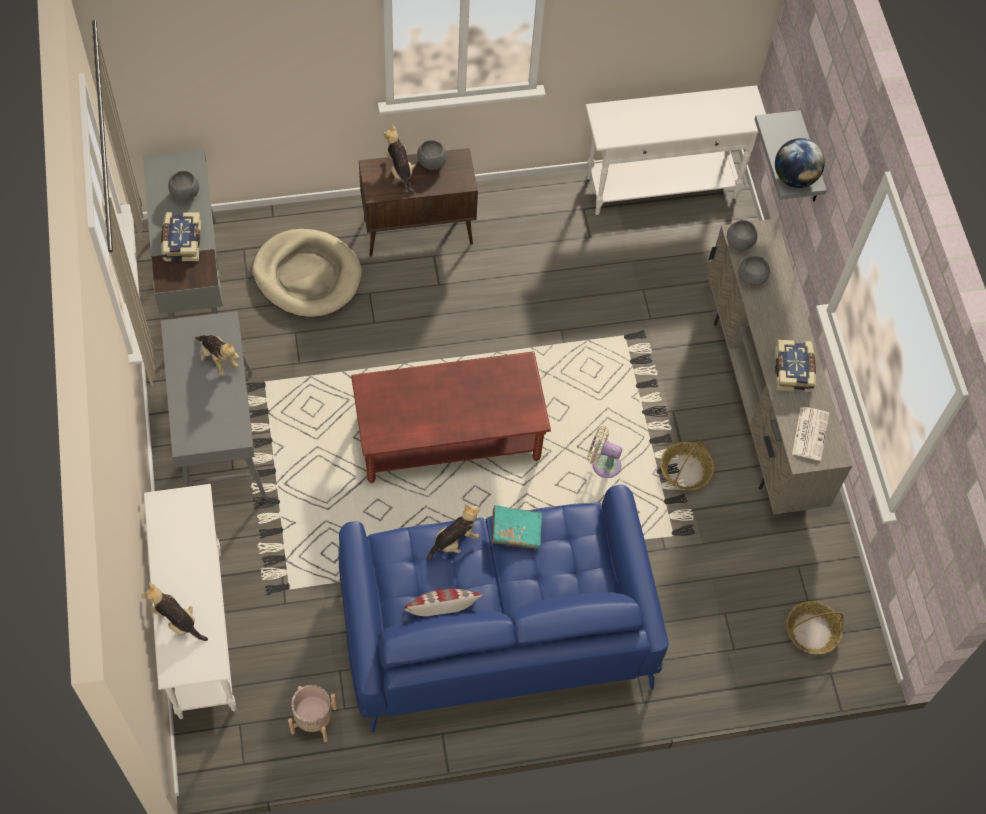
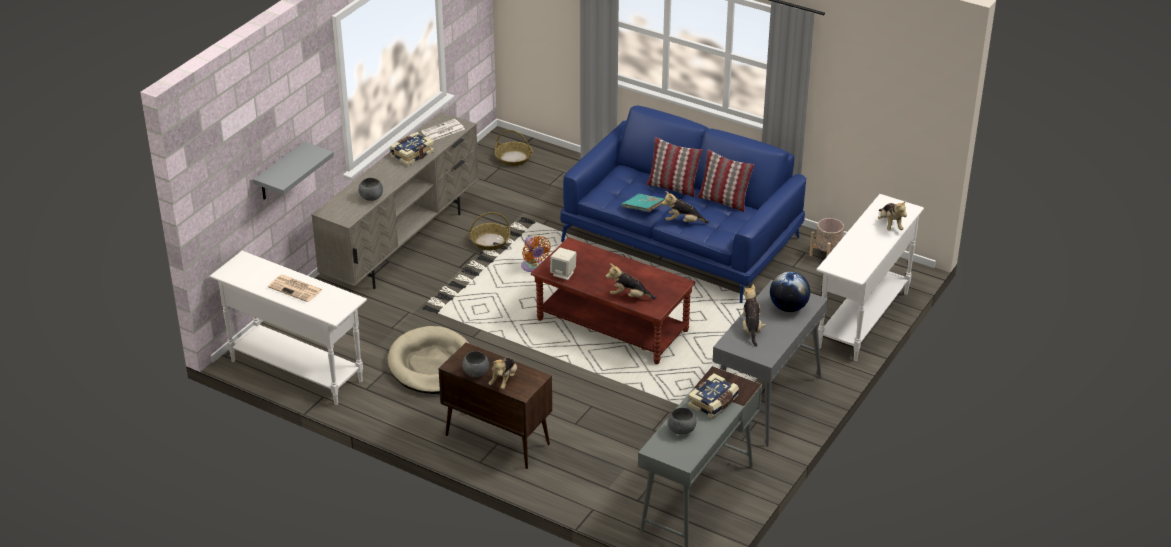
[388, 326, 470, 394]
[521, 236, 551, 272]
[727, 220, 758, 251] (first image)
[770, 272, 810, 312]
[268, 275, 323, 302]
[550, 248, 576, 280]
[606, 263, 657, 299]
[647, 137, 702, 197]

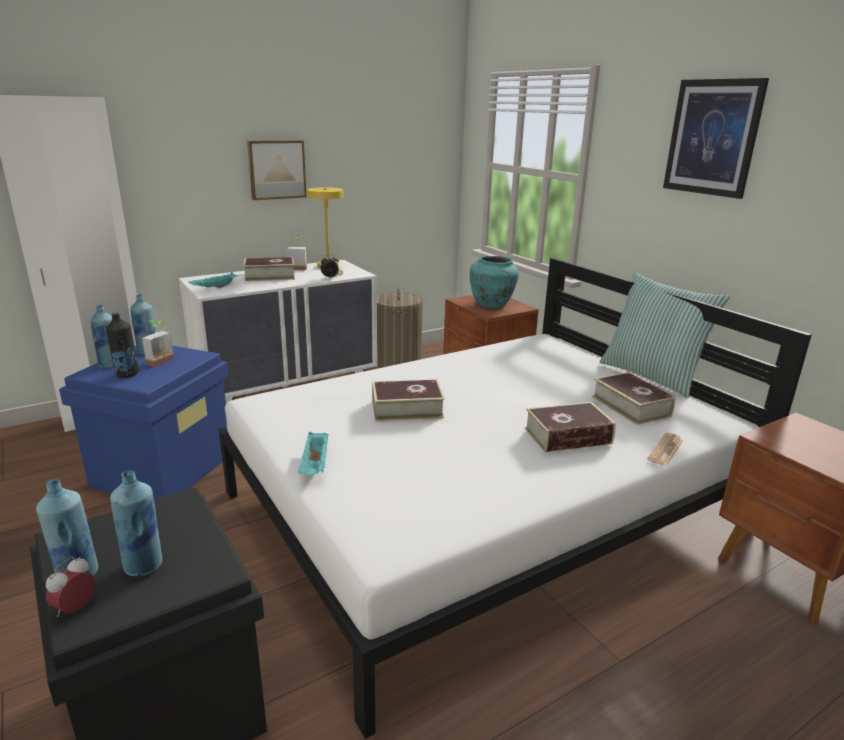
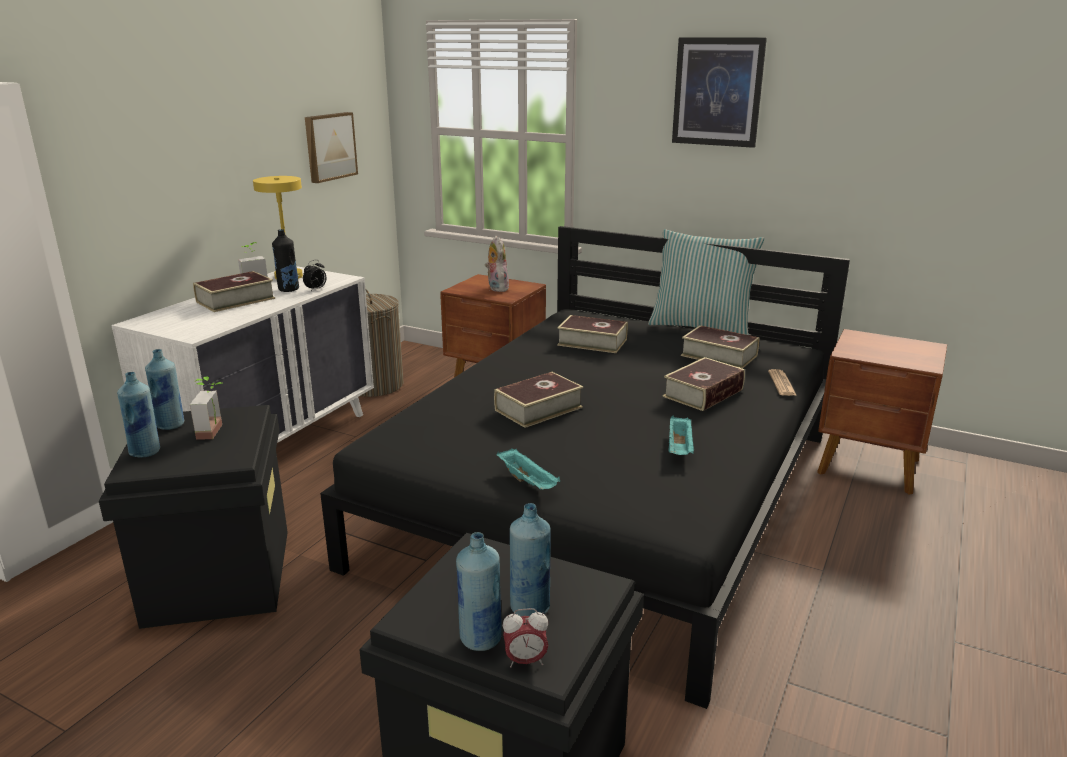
[503, 608, 548, 668]
[99, 405, 288, 629]
[272, 229, 299, 292]
[669, 416, 695, 455]
[320, 226, 850, 709]
[305, 112, 358, 183]
[485, 236, 509, 292]
[557, 315, 628, 353]

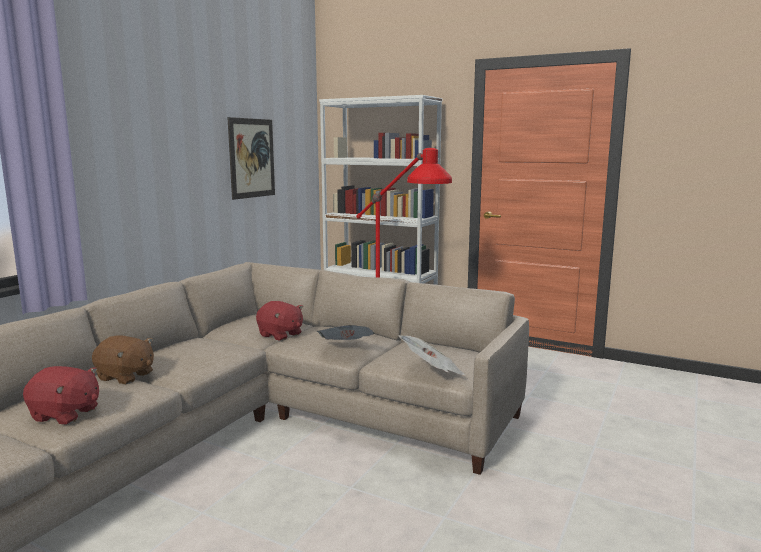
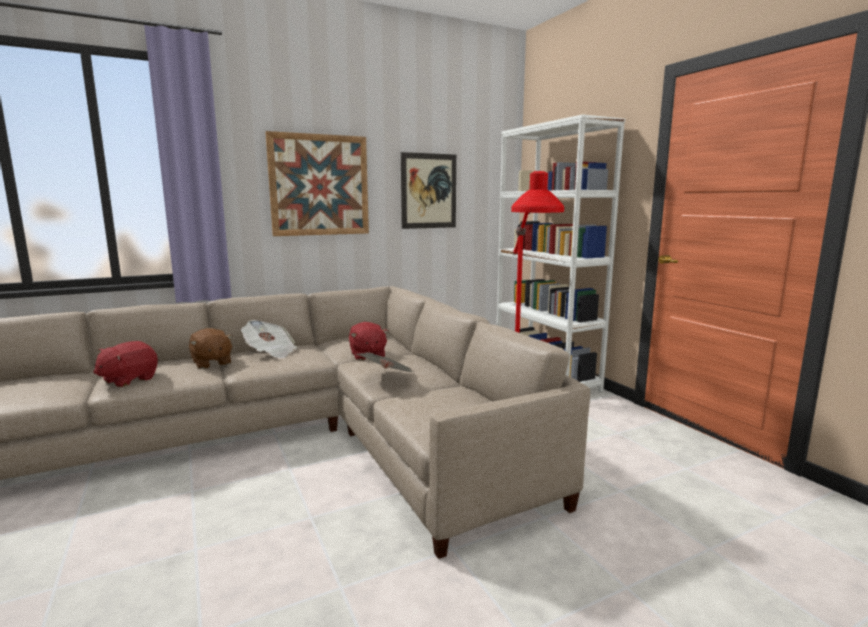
[93, 341, 158, 388]
[241, 320, 298, 359]
[265, 131, 369, 236]

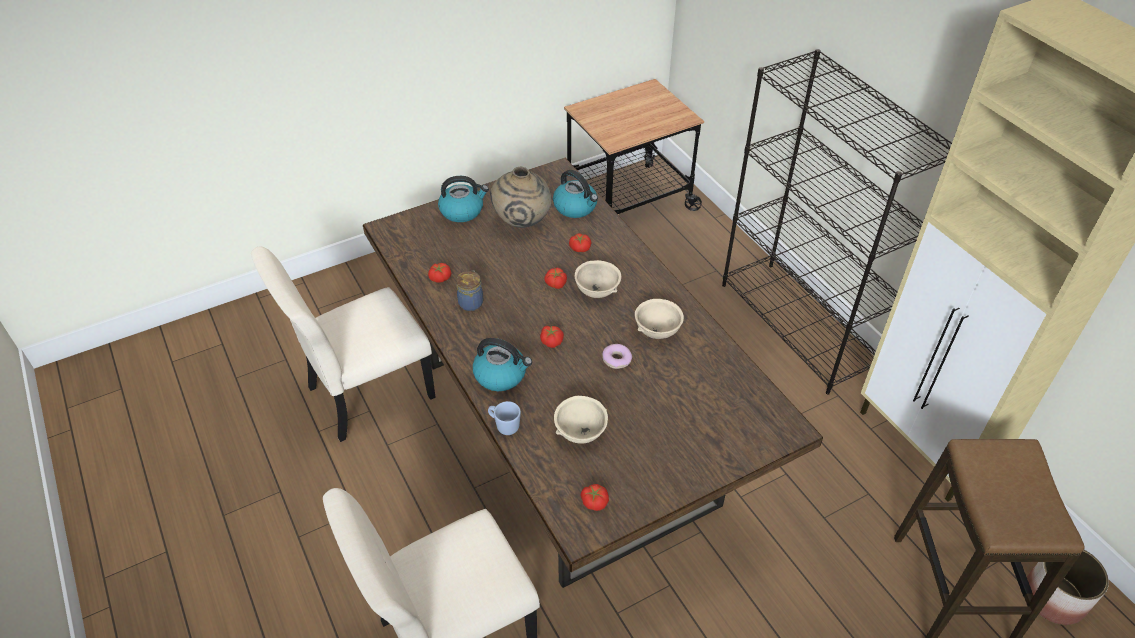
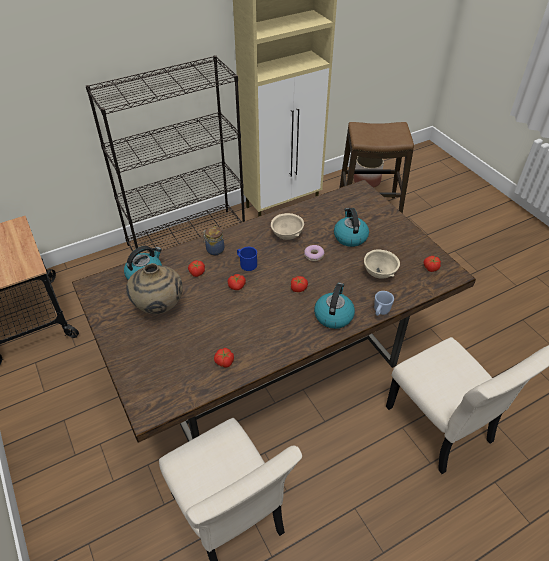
[334, 208, 369, 247]
[203, 226, 224, 255]
[237, 247, 257, 271]

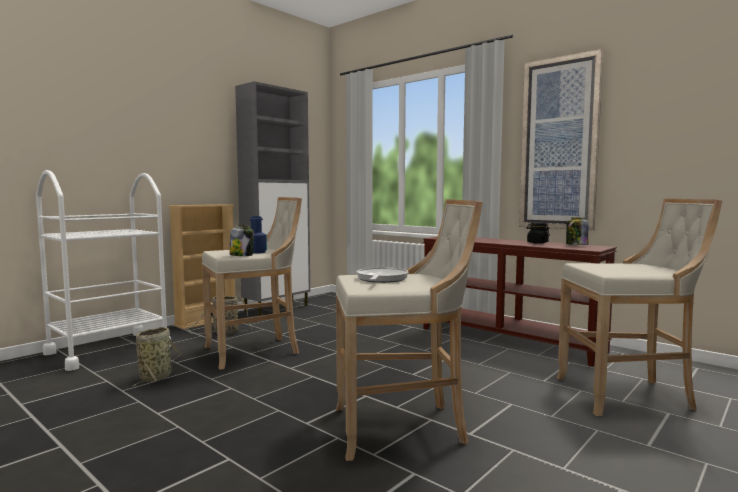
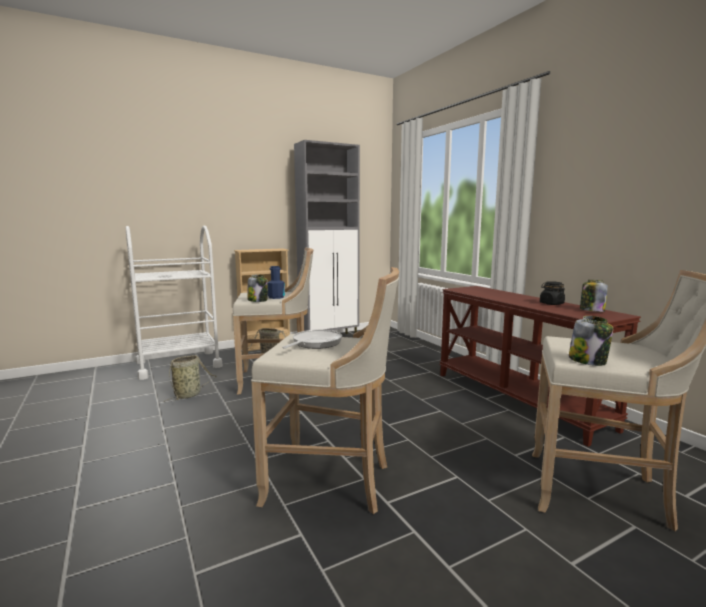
[519, 49, 604, 230] (first image)
[569, 316, 613, 366]

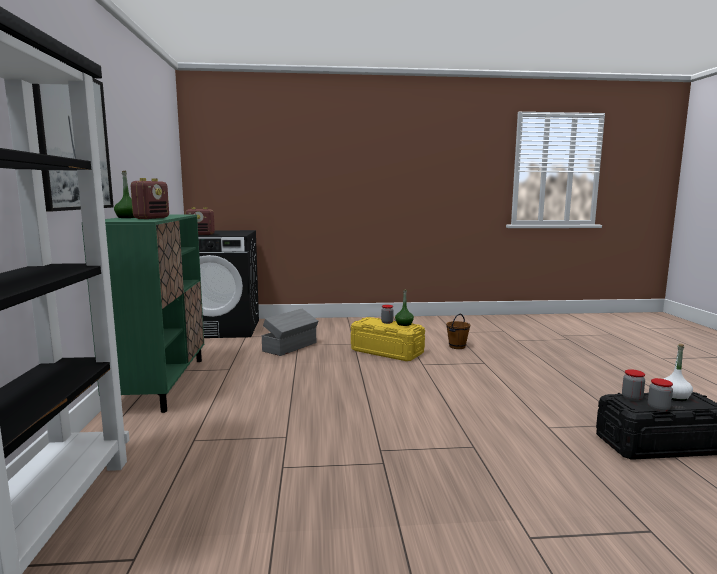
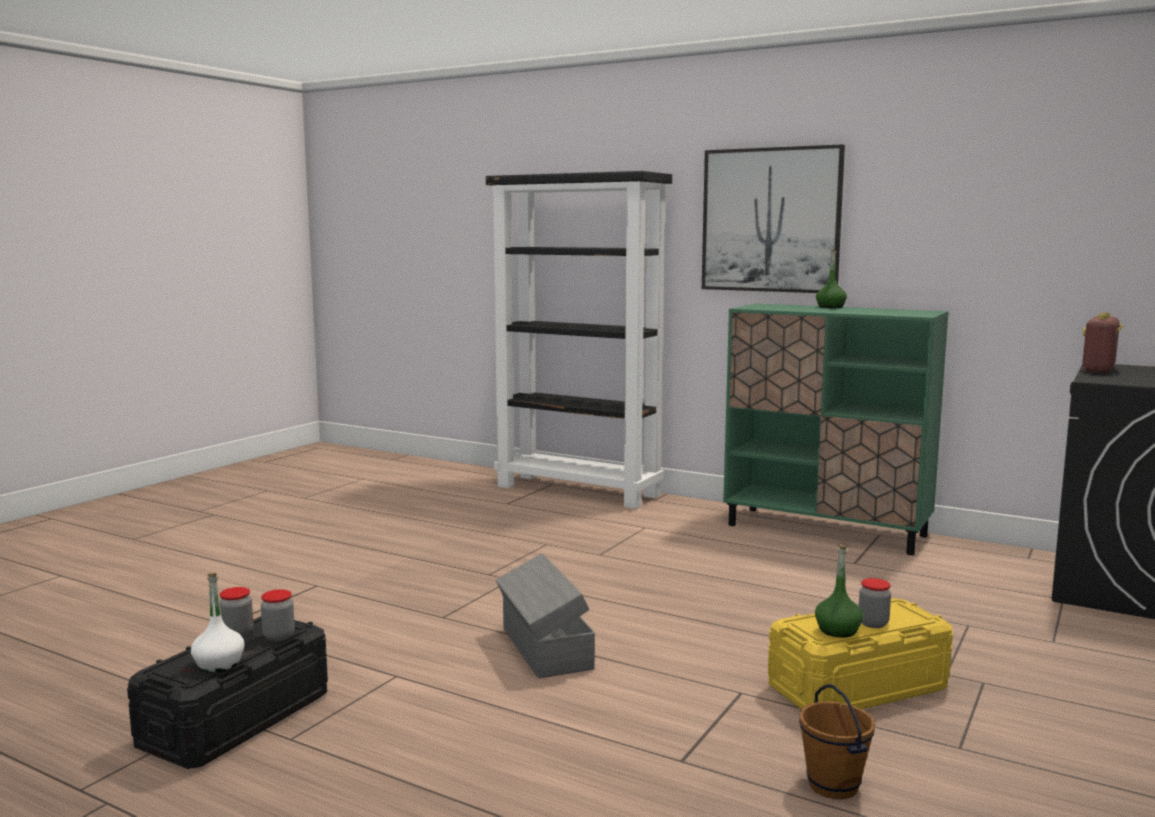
[131, 178, 169, 219] (first image)
[496, 553, 595, 678]

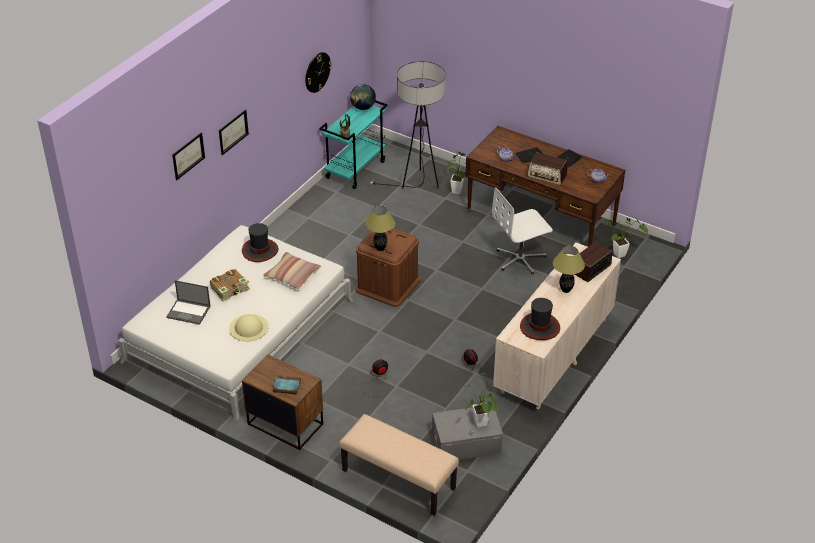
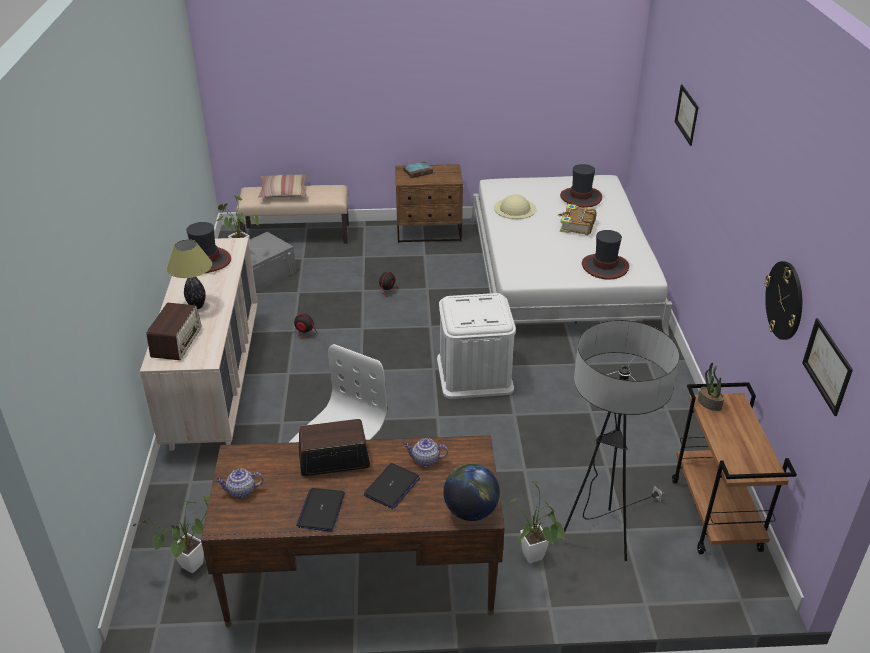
[560, 164, 602, 208]
[802, 318, 853, 416]
[258, 174, 307, 198]
[672, 382, 797, 554]
[443, 463, 500, 521]
[437, 293, 516, 399]
[365, 206, 395, 251] (first image)

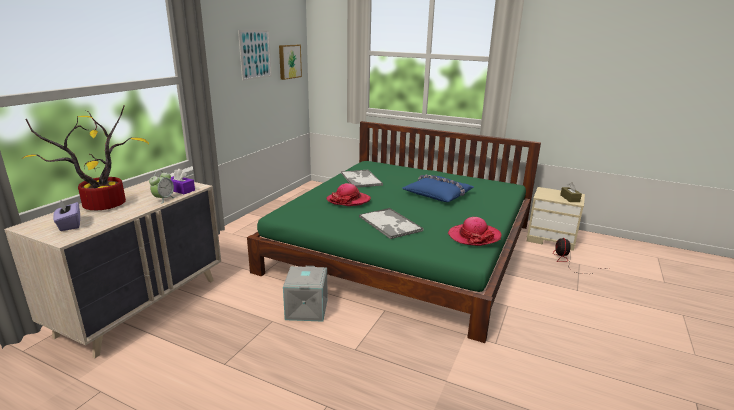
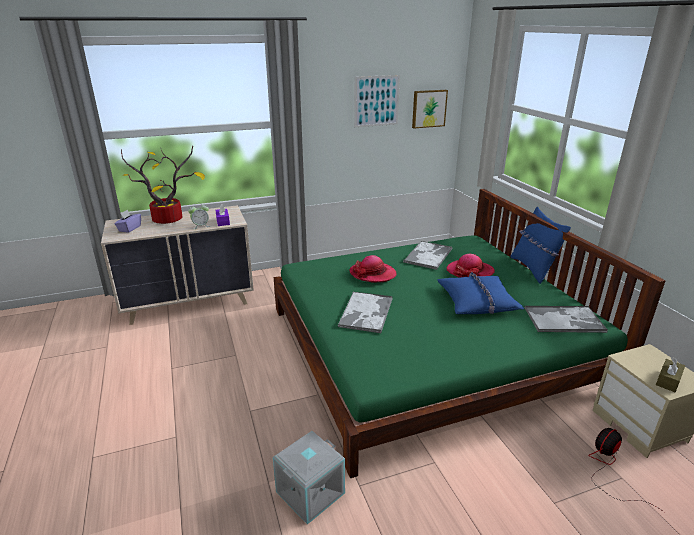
[273, 431, 345, 525]
[446, 254, 495, 278]
[510, 206, 571, 284]
[524, 306, 608, 333]

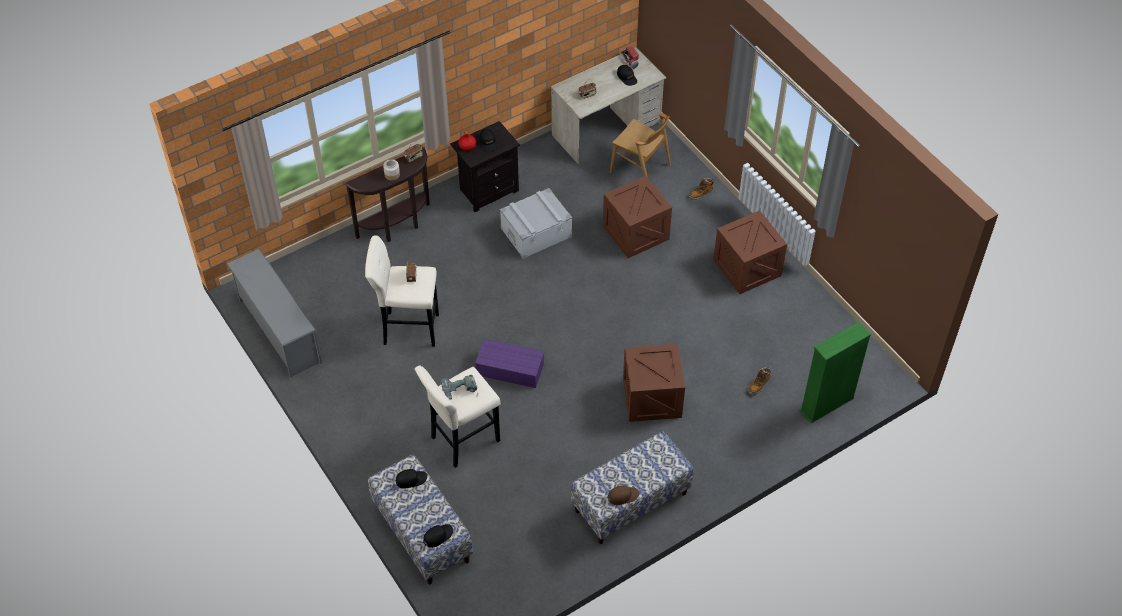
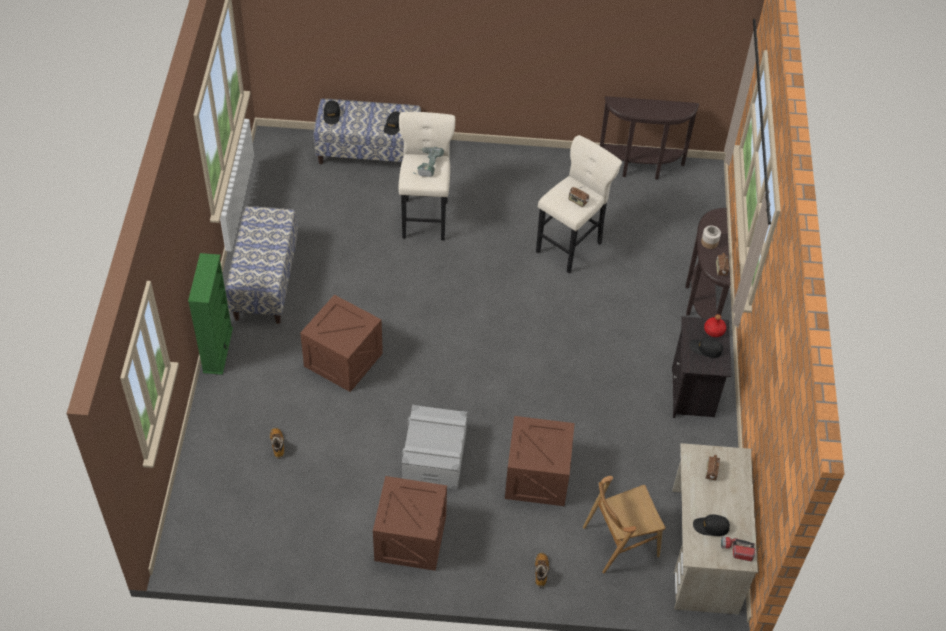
[600, 96, 699, 179]
[475, 339, 544, 388] (first image)
[401, 405, 467, 489]
[607, 485, 639, 505] (first image)
[188, 253, 233, 375]

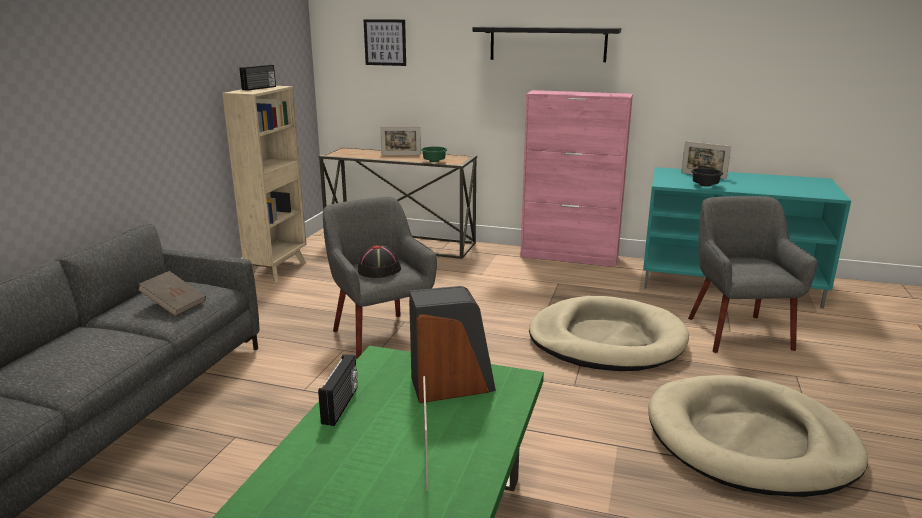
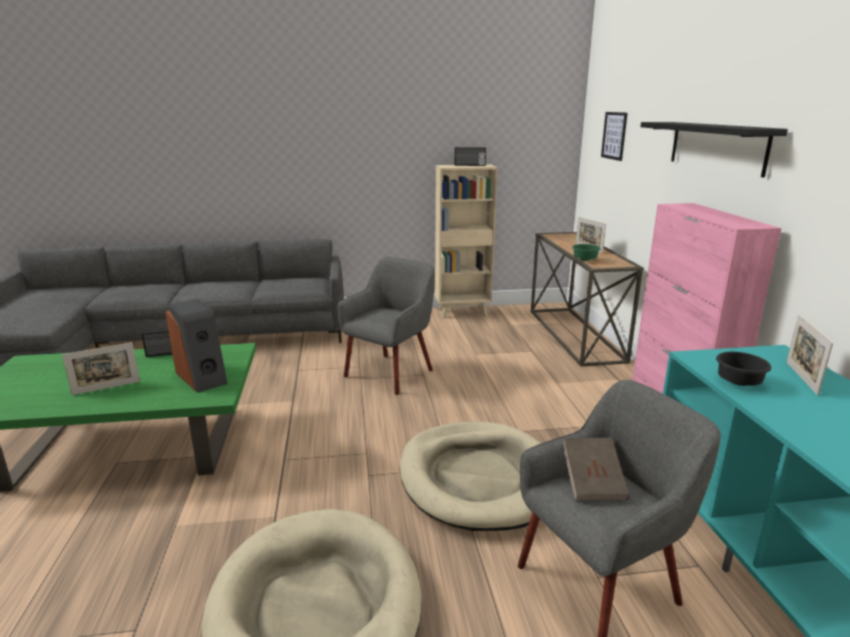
[564, 438, 629, 501]
[358, 245, 401, 278] (first image)

